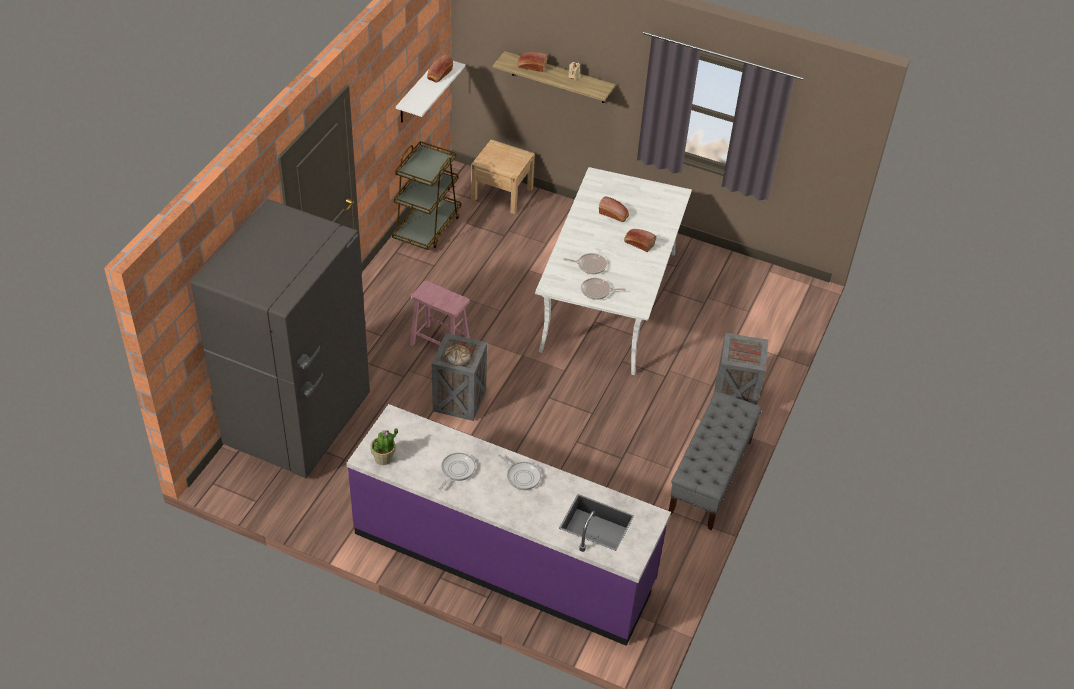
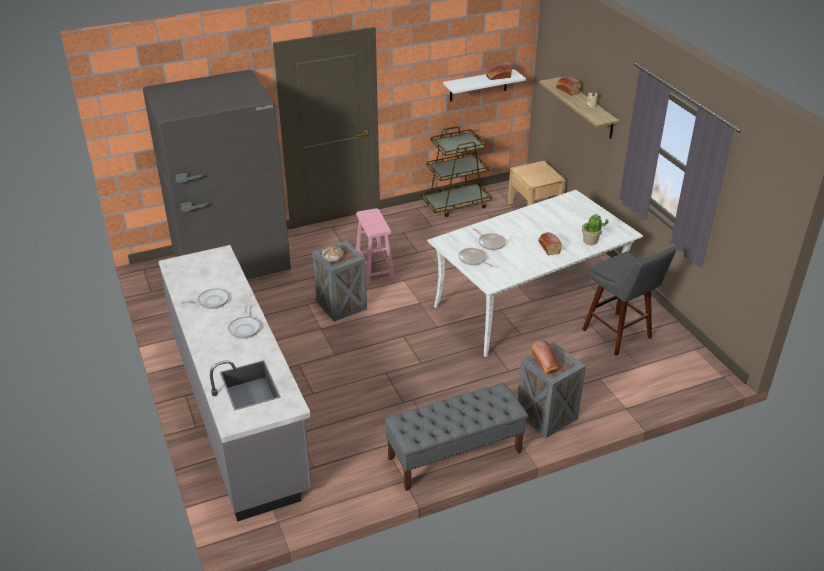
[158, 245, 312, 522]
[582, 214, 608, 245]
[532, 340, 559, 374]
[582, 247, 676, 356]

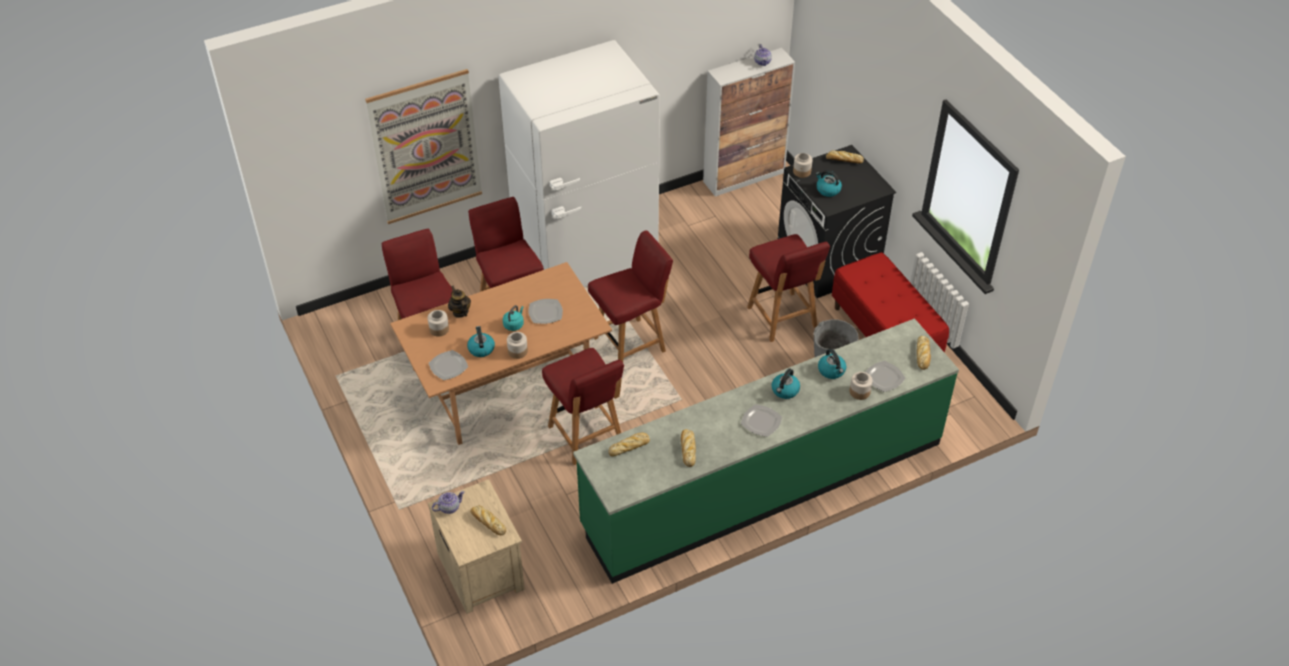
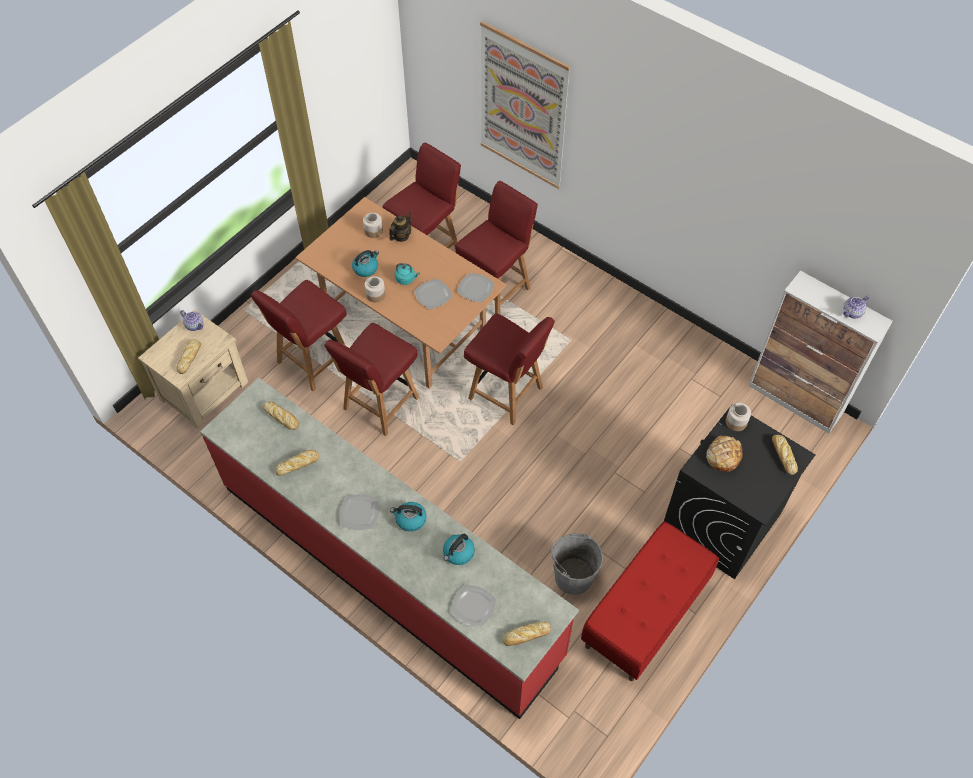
[457, 273, 494, 302]
[498, 40, 660, 287] (first image)
[200, 378, 579, 719]
[251, 280, 347, 392]
[706, 436, 743, 472]
[850, 372, 872, 400] (first image)

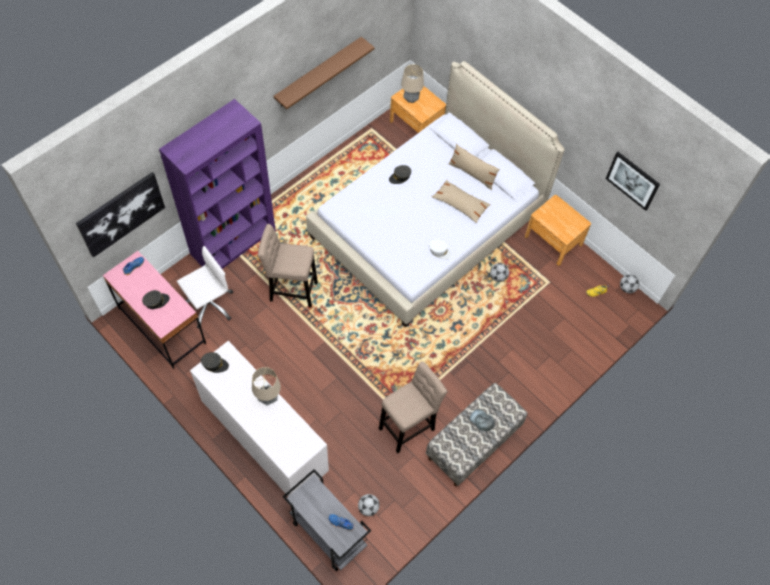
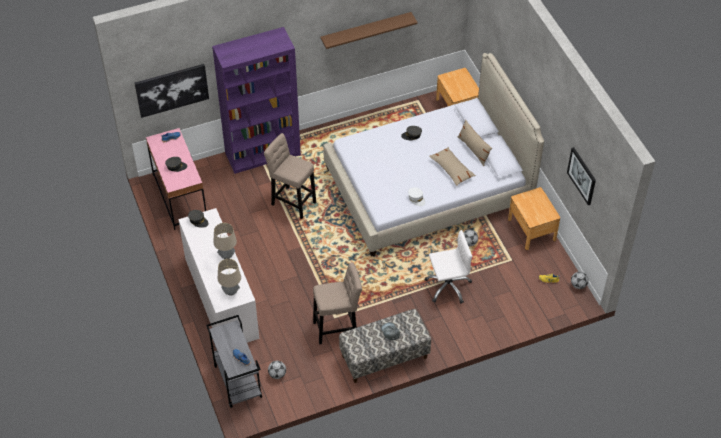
[424, 230, 472, 304]
[218, 259, 241, 296]

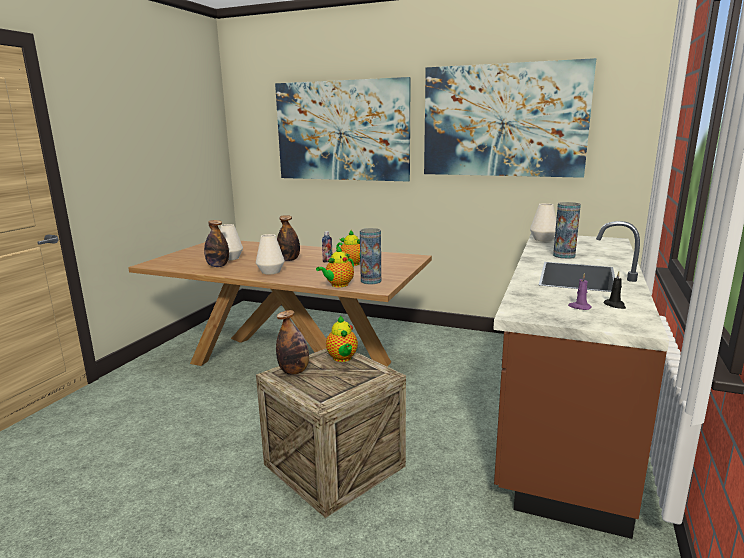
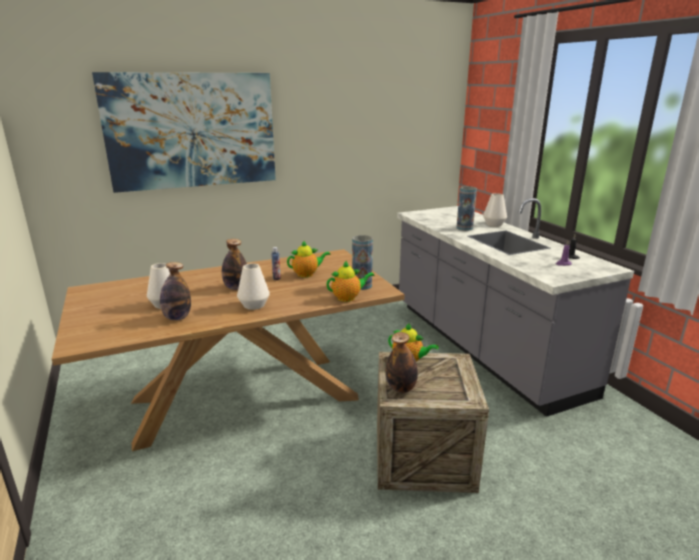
[326, 261, 375, 302]
[424, 58, 596, 178] (first image)
[397, 198, 634, 417]
[483, 193, 507, 227]

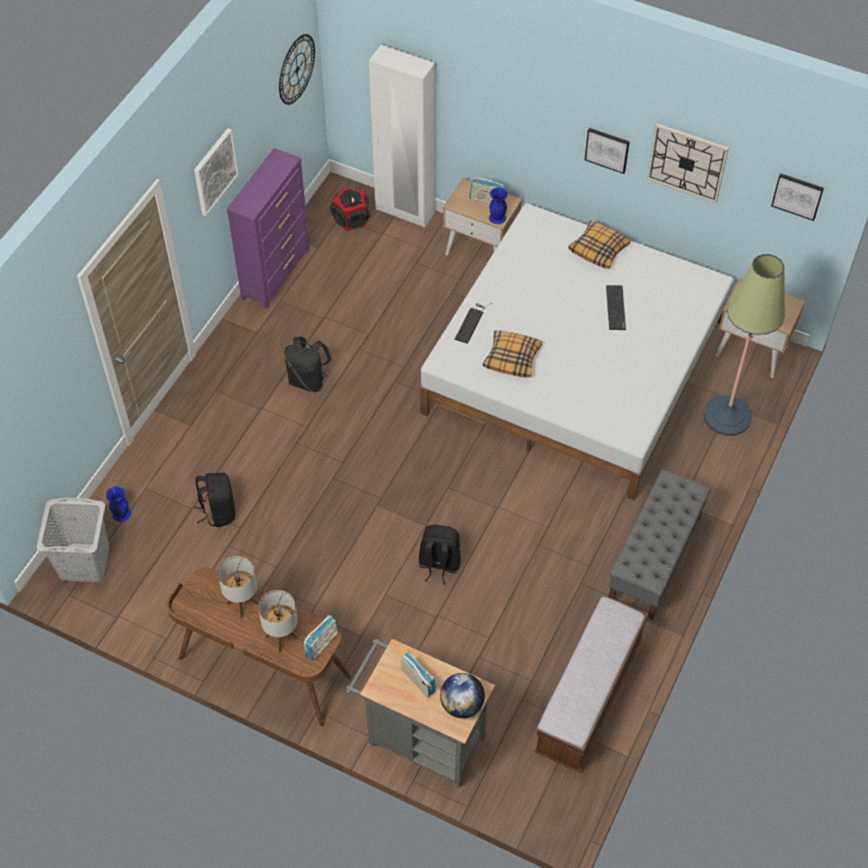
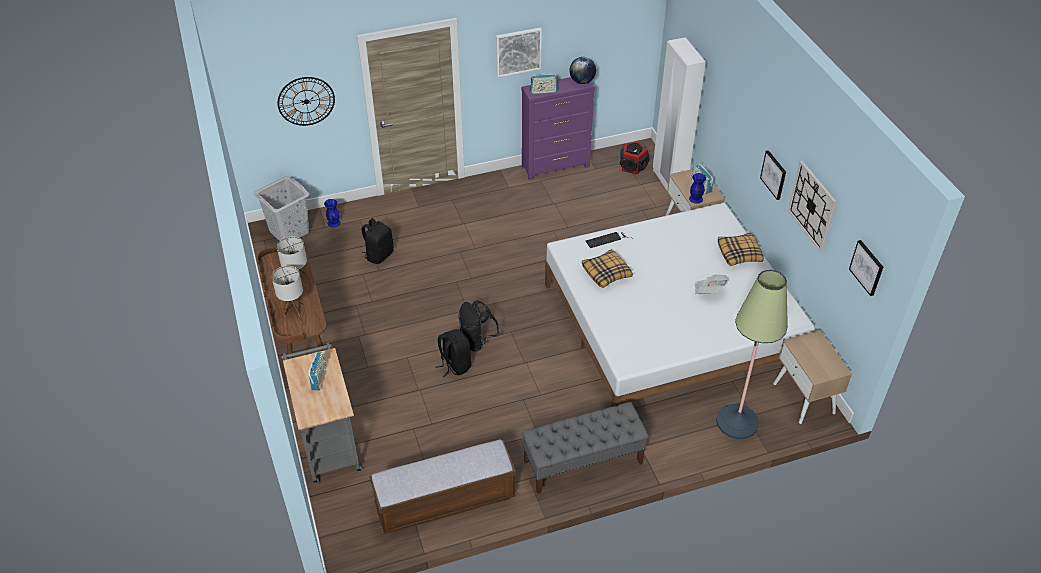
[278, 77, 335, 126]
[458, 300, 500, 351]
[530, 73, 557, 94]
[570, 57, 596, 84]
[695, 275, 728, 295]

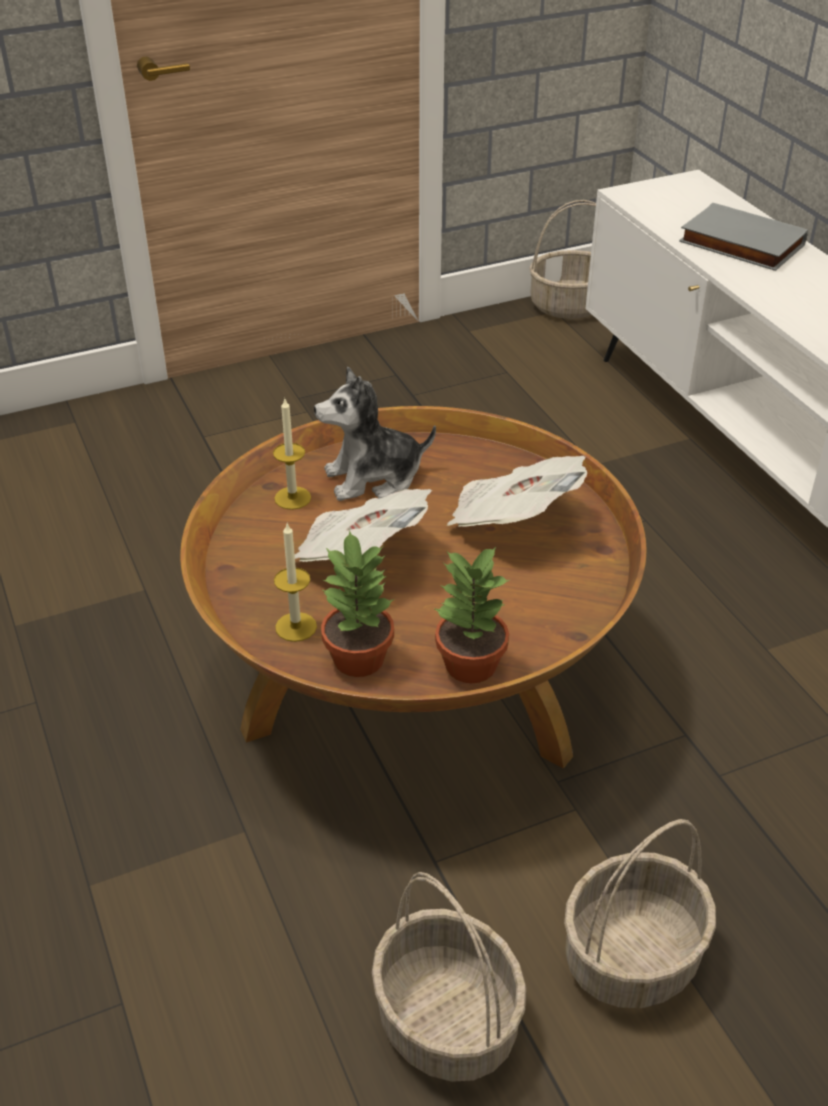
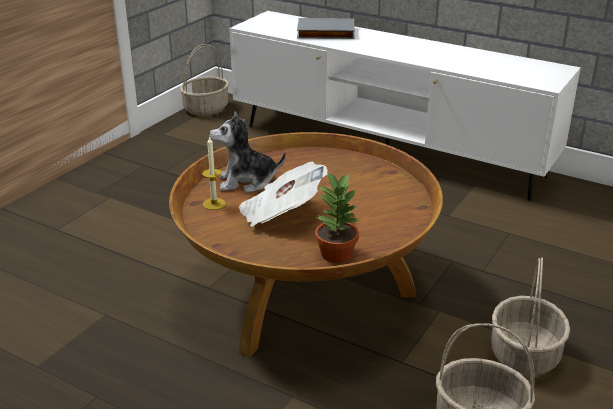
[274, 522, 317, 642] (first image)
[210, 112, 286, 193]
[435, 546, 509, 683] (first image)
[448, 456, 587, 527] (first image)

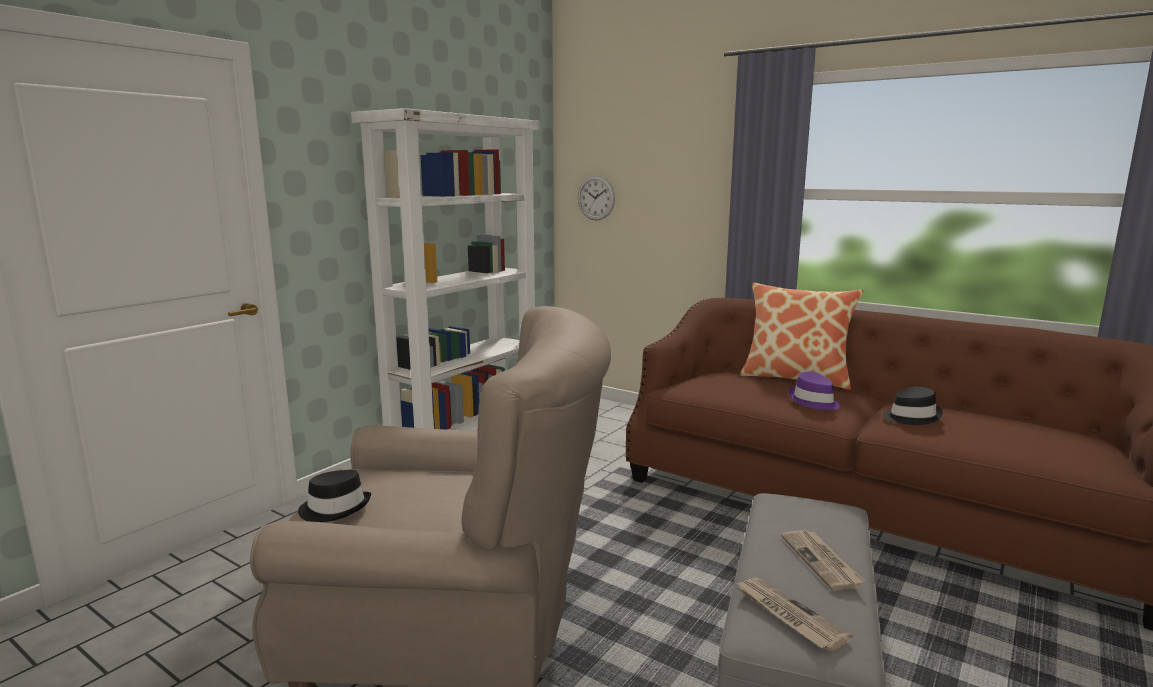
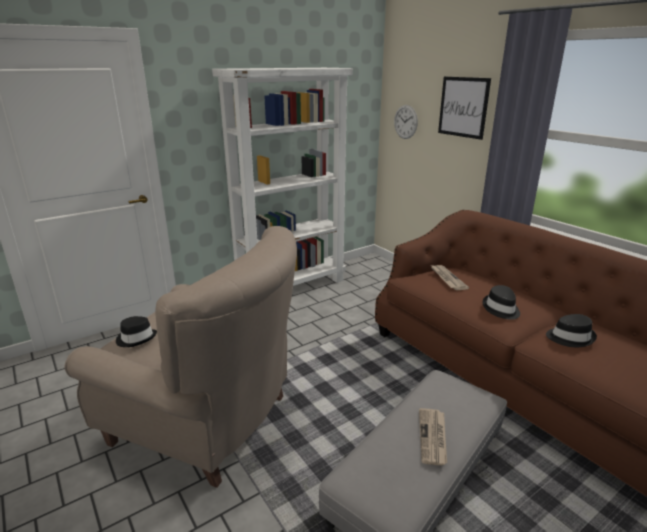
[431, 265, 469, 290]
[740, 283, 863, 390] (first image)
[483, 285, 520, 320]
[438, 77, 491, 140]

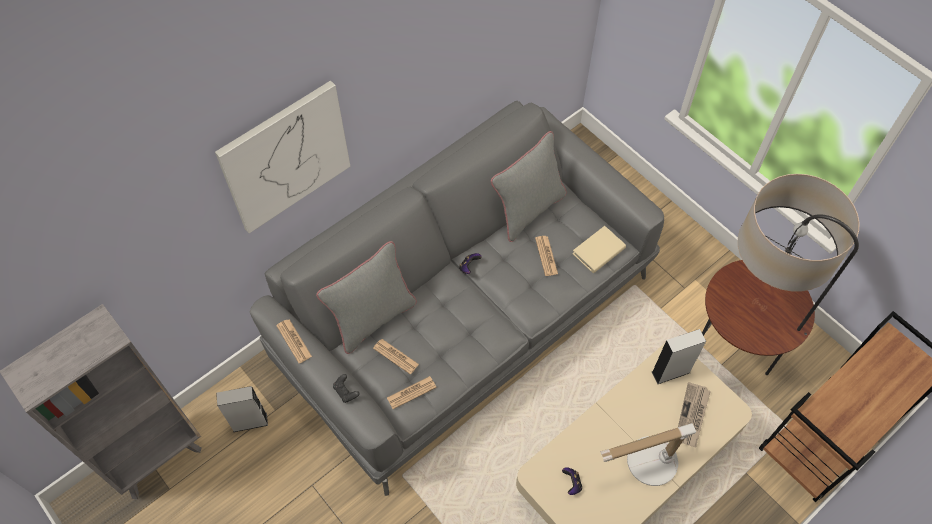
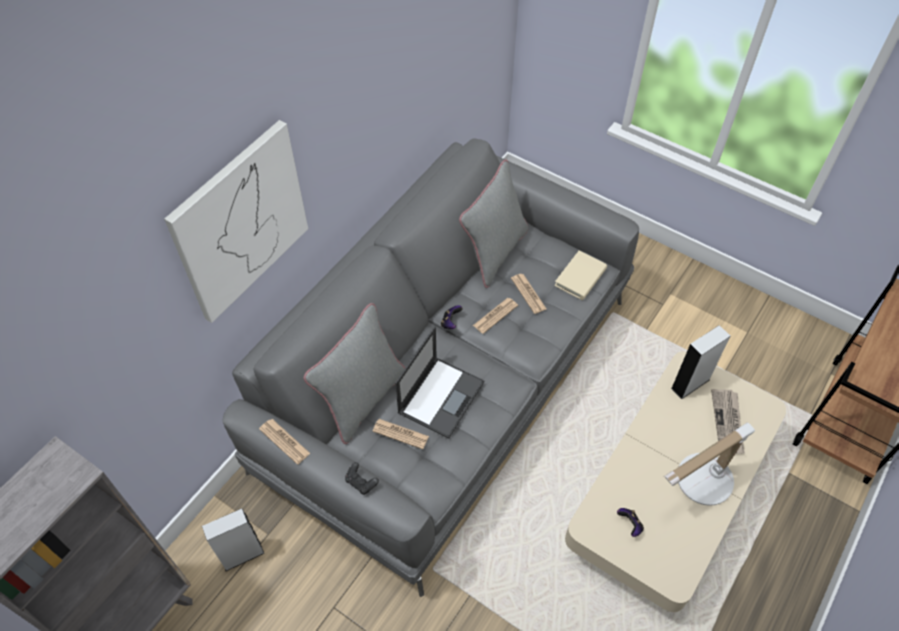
[473, 298, 518, 334]
[702, 174, 860, 375] (first image)
[395, 326, 484, 439]

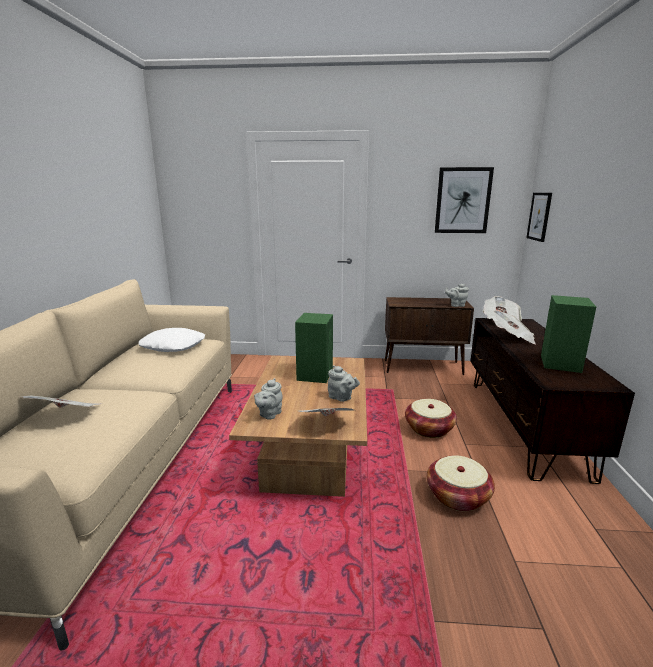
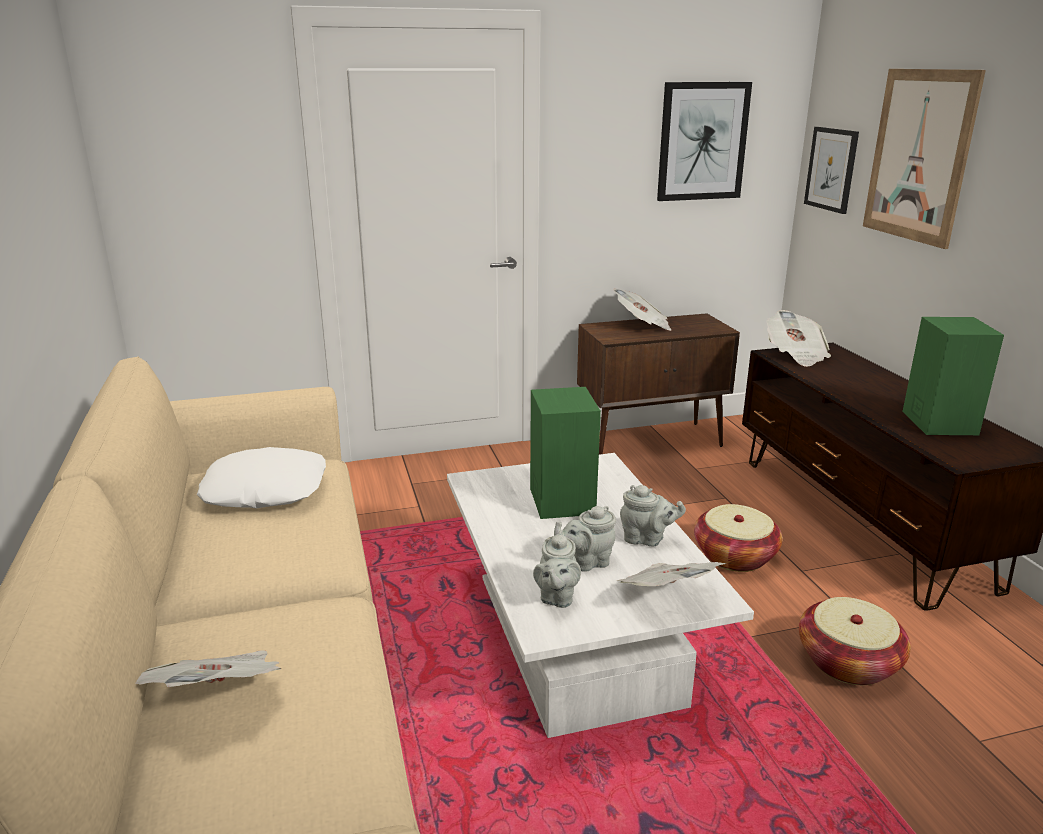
[447, 453, 754, 738]
[554, 506, 616, 572]
[613, 288, 672, 331]
[863, 69, 986, 249]

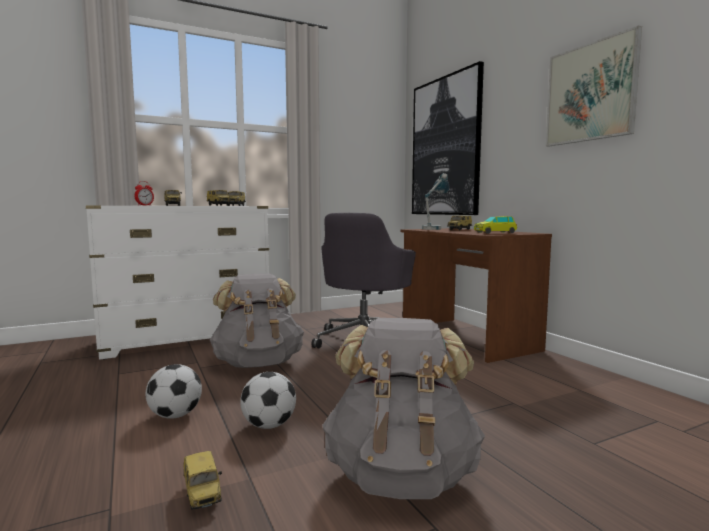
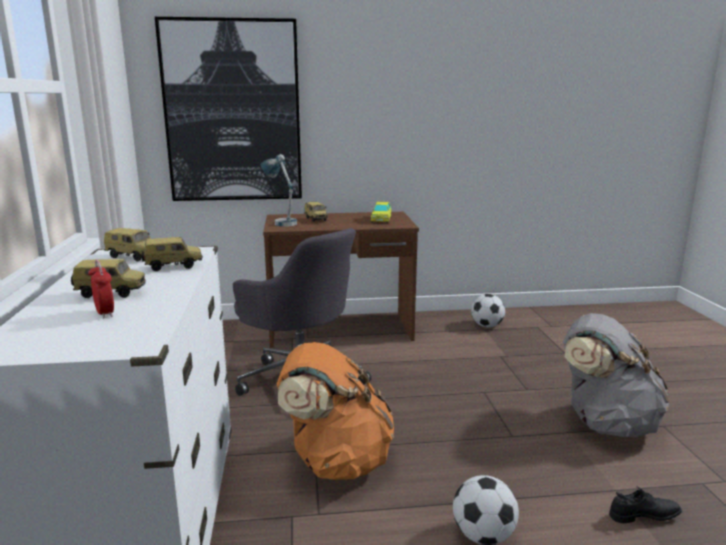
[609, 486, 682, 523]
[277, 342, 394, 480]
[471, 294, 505, 328]
[546, 25, 642, 146] (first image)

